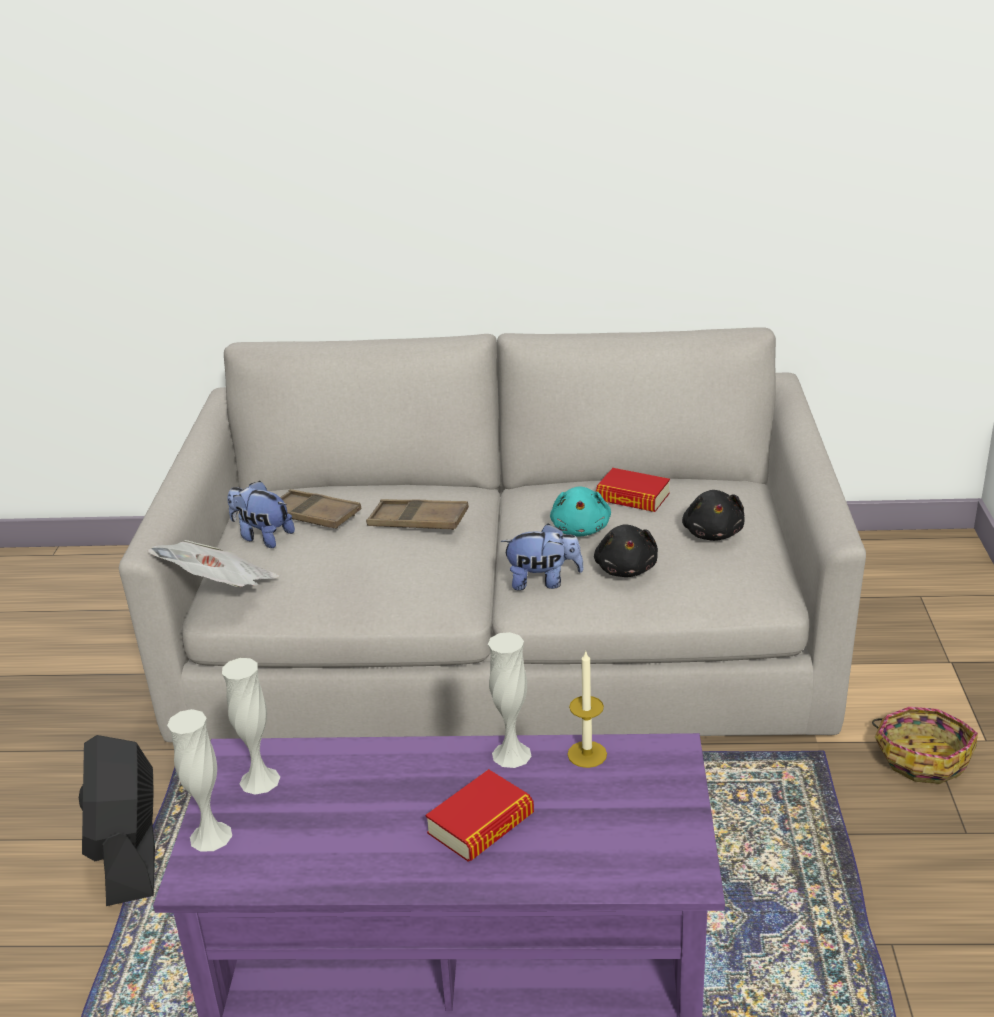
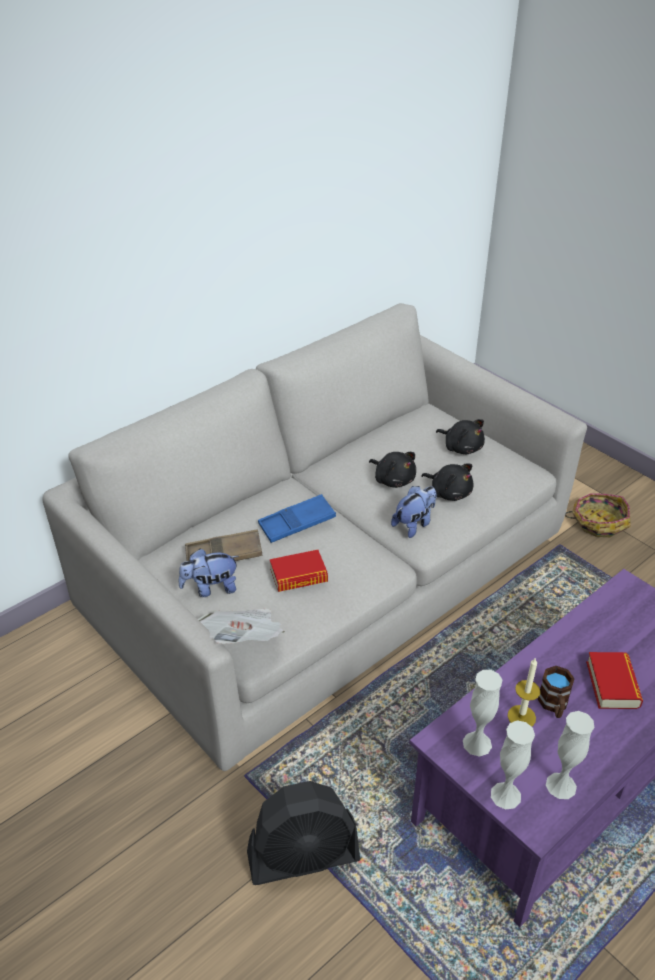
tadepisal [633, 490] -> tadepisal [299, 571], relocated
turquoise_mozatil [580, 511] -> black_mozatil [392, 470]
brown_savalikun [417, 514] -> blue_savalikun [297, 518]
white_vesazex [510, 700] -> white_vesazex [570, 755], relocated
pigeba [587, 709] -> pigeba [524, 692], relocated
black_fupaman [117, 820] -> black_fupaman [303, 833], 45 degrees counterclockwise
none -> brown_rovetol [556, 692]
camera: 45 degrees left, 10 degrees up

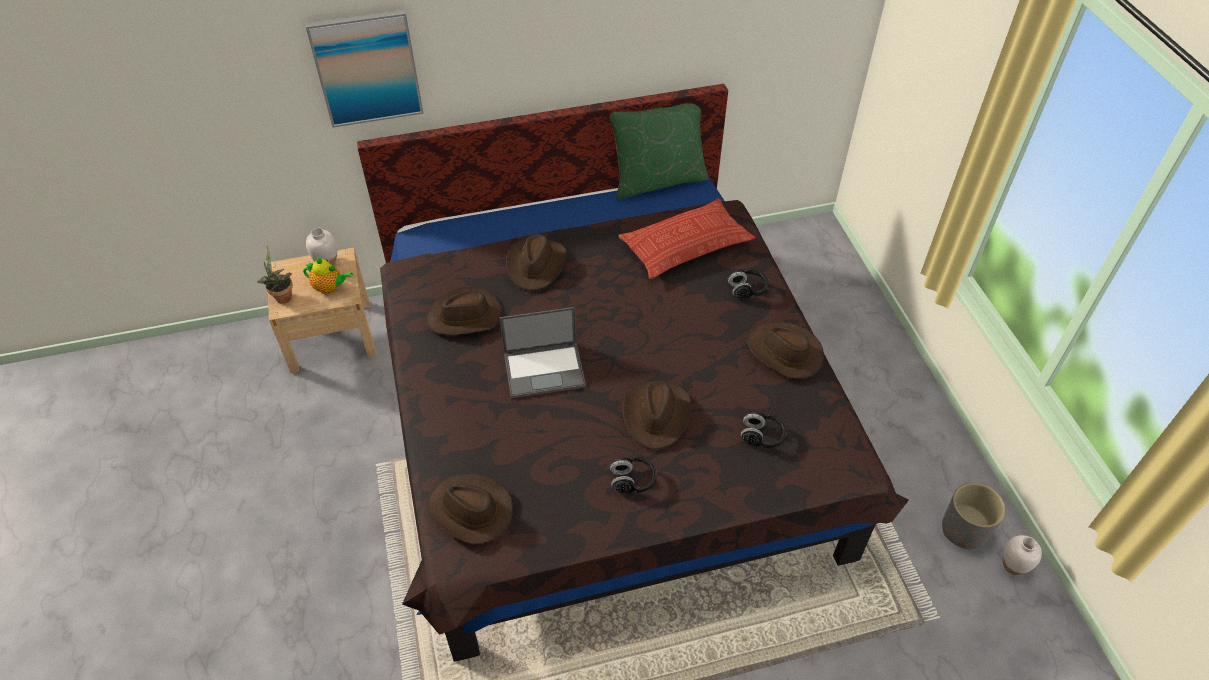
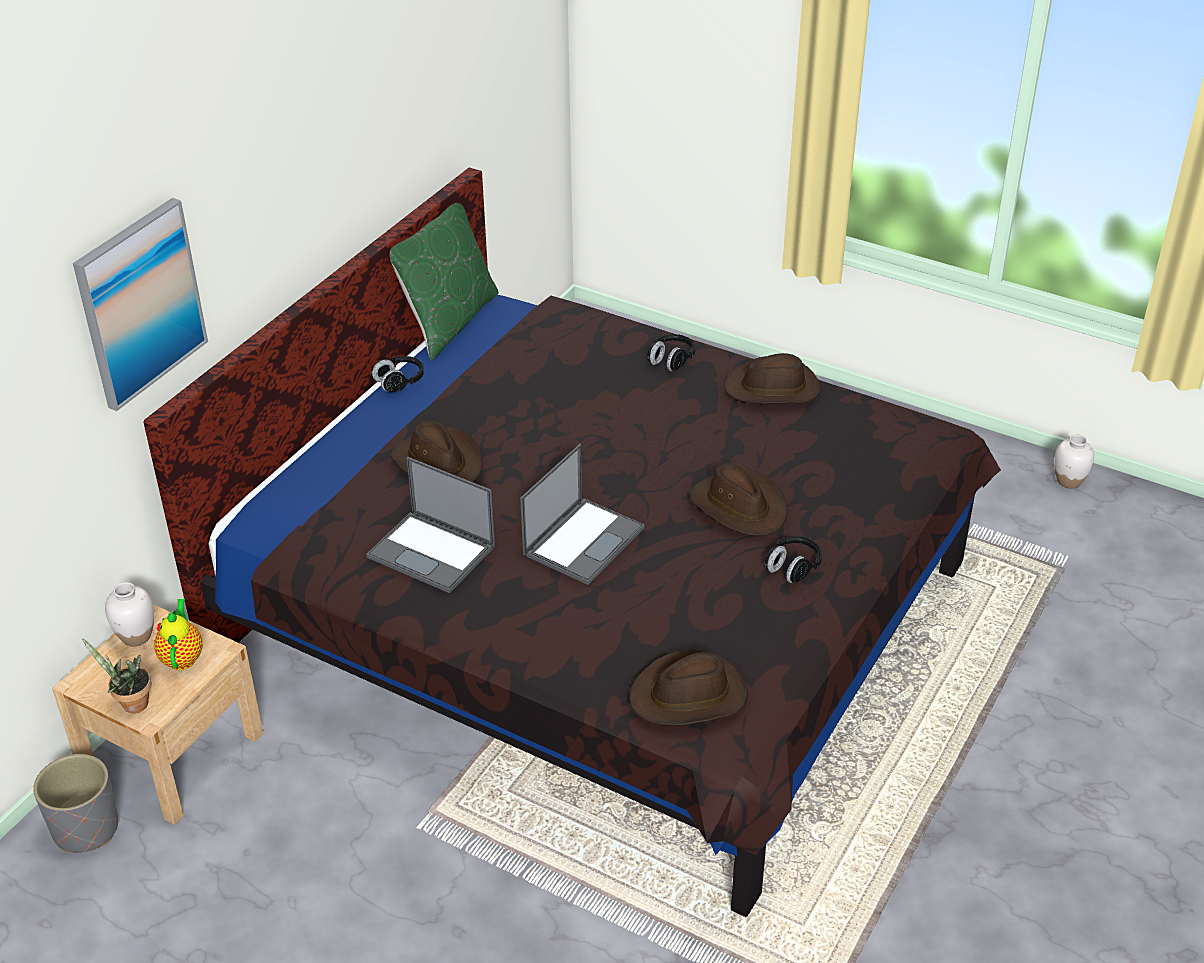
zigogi [686, 238] -> none
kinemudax [328, 276] -> kinemudax [178, 634], 60 degrees counterclockwise
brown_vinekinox [464, 311] -> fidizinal [430, 525]
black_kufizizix [764, 430] -> black_kufizizix [396, 374], relocated
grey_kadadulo [974, 516] -> grey_kadadulo [75, 803], relocated
camera: 45 degrees left, 10 degrees down

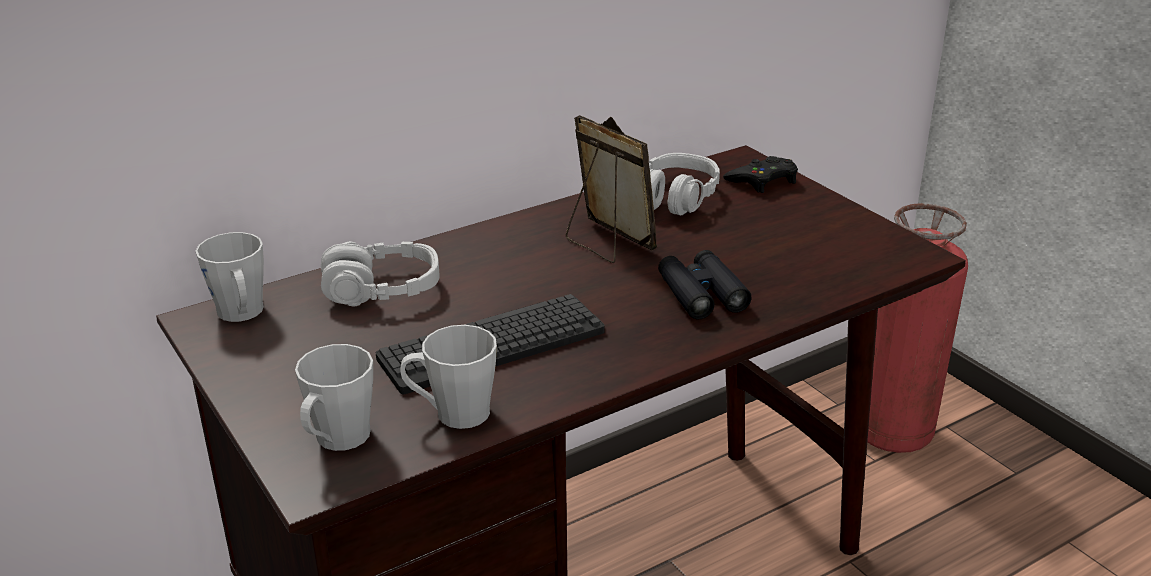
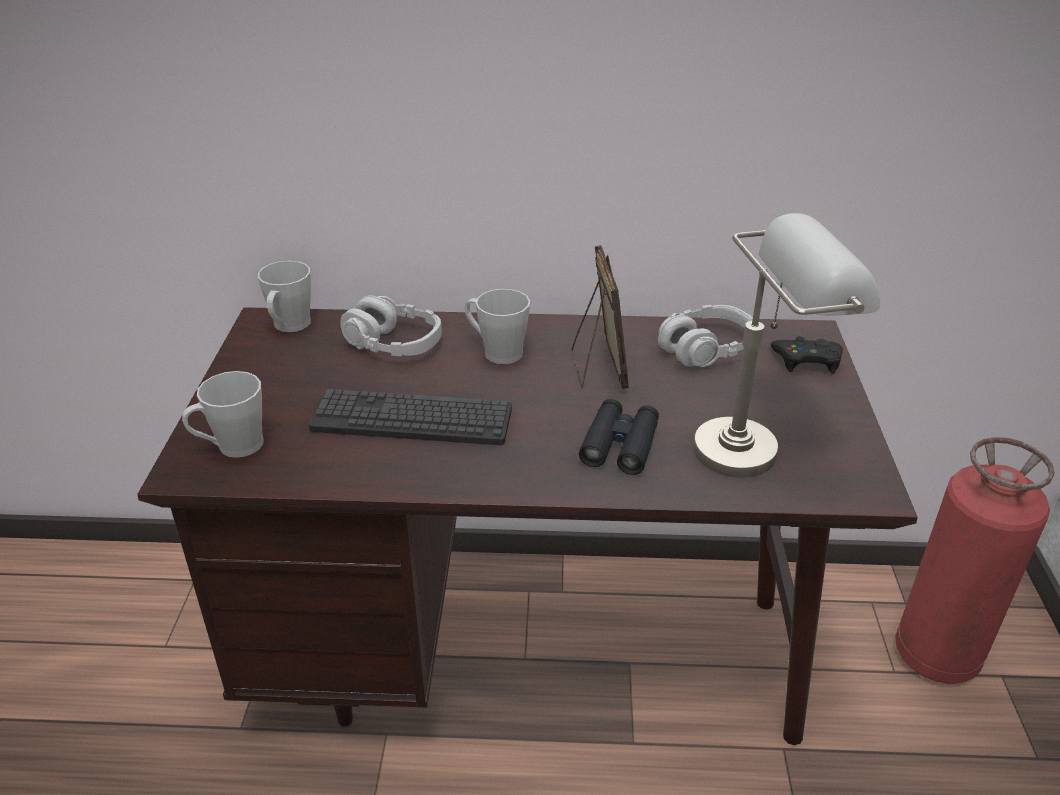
grey_rovetol [449, 377] -> grey_rovetol [497, 326], relocated
none -> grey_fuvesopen [786, 345]
camera: 35 degrees right, 5 degrees up

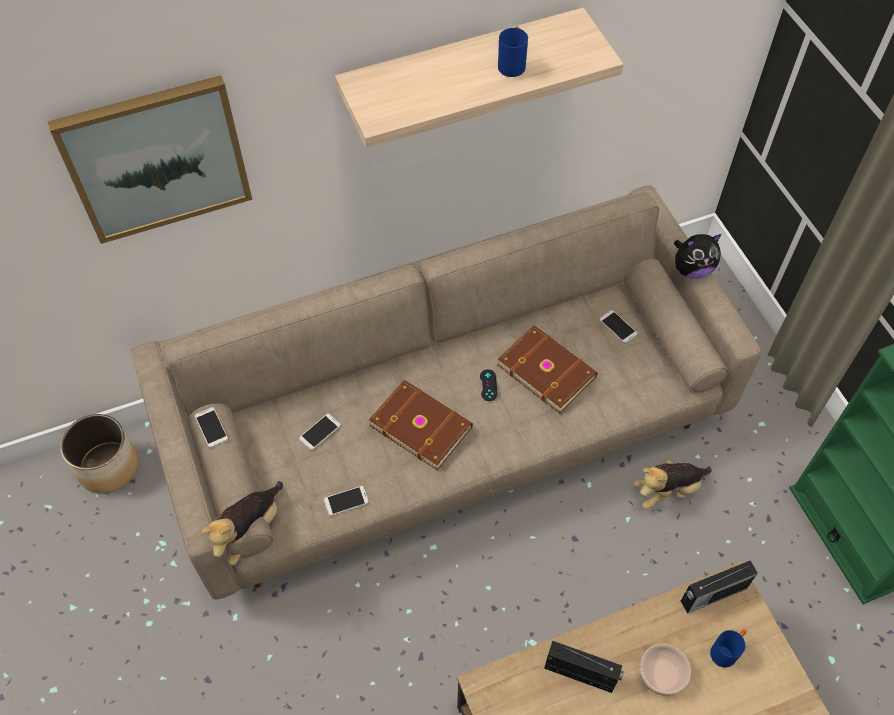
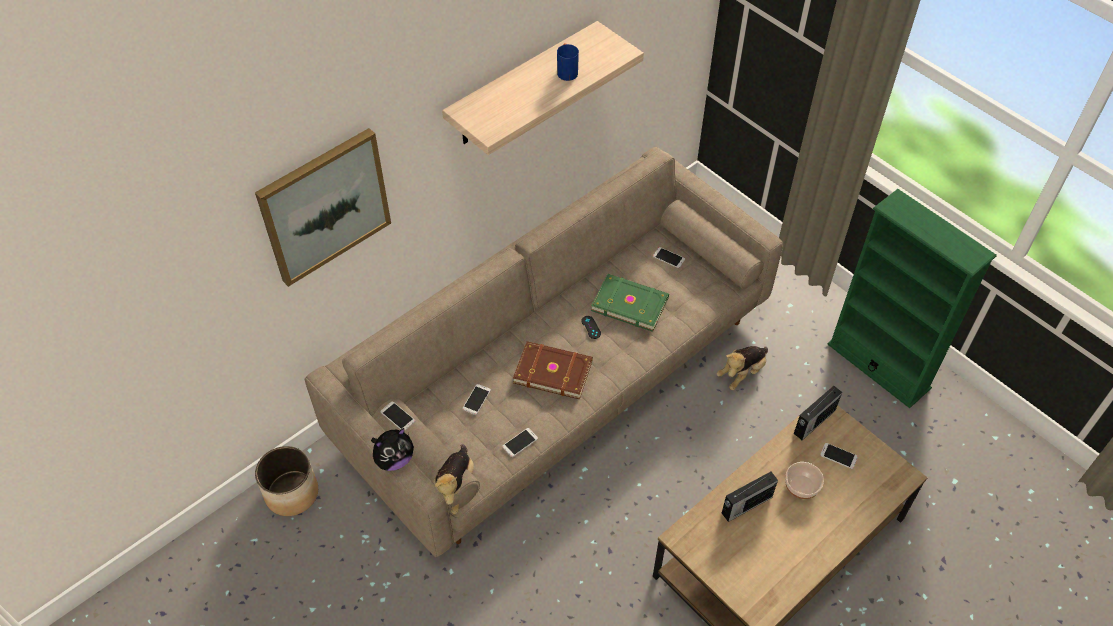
mozatil [697, 256] -> mozatil [392, 449], relocated
brown_tadepisal [547, 369] -> green_tadepisal [630, 303]
blue_rovetol [728, 648] -> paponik [839, 456]
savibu [584, 667] -> savibu [750, 497], 150 degrees clockwise
camera: 20 degrees left, 5 degrees down

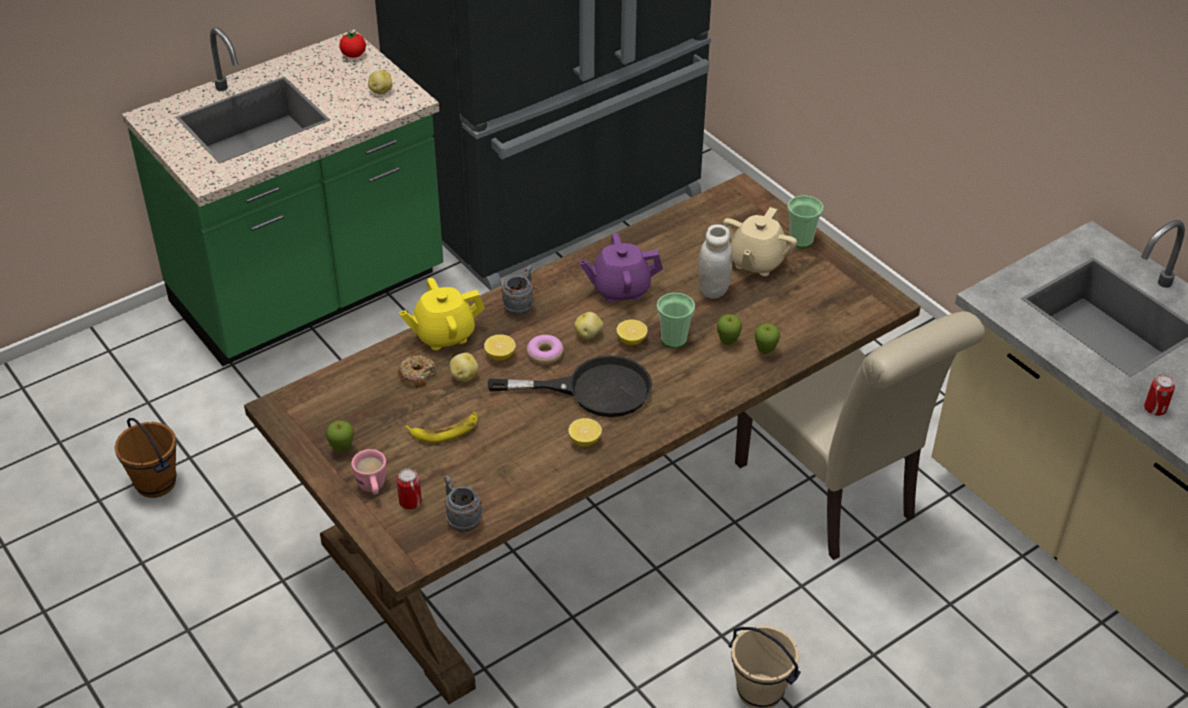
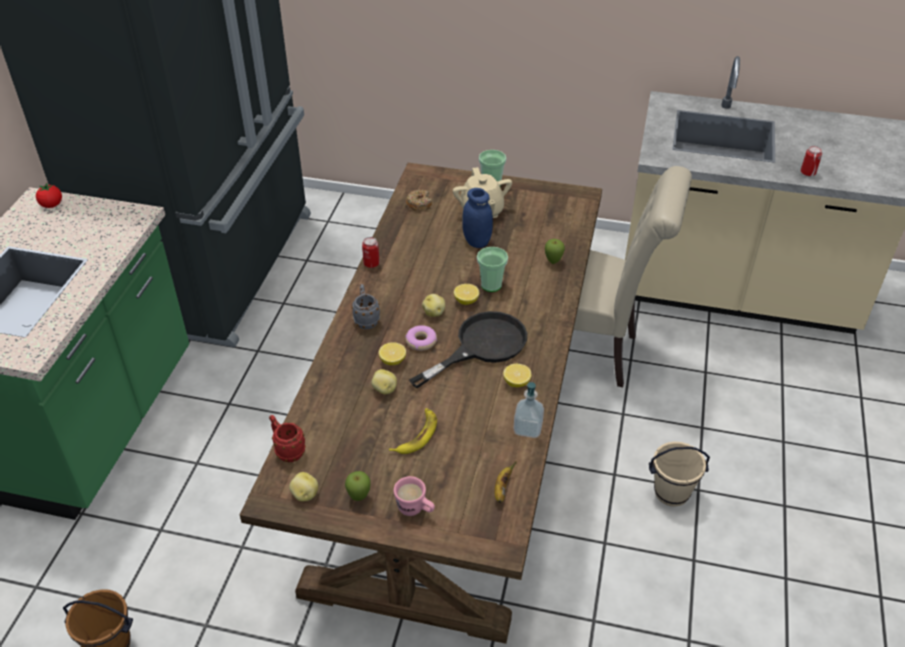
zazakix [380, 82] -> zazakix [303, 486], relocated
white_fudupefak [715, 261] -> blue_fudupefak [477, 218]
purple_kinemudax [621, 268] -> none
yellow_kinemudax [442, 314] -> none
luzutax [729, 329] -> none
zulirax [417, 371] -> zulirax [419, 200], relocated
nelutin [409, 488] -> nelutin [371, 252], relocated
grey_rovetol [463, 504] -> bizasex [505, 482]
none -> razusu [528, 410]
none -> red_rovetol [287, 438]
camera: 40 degrees left, 0 degrees up

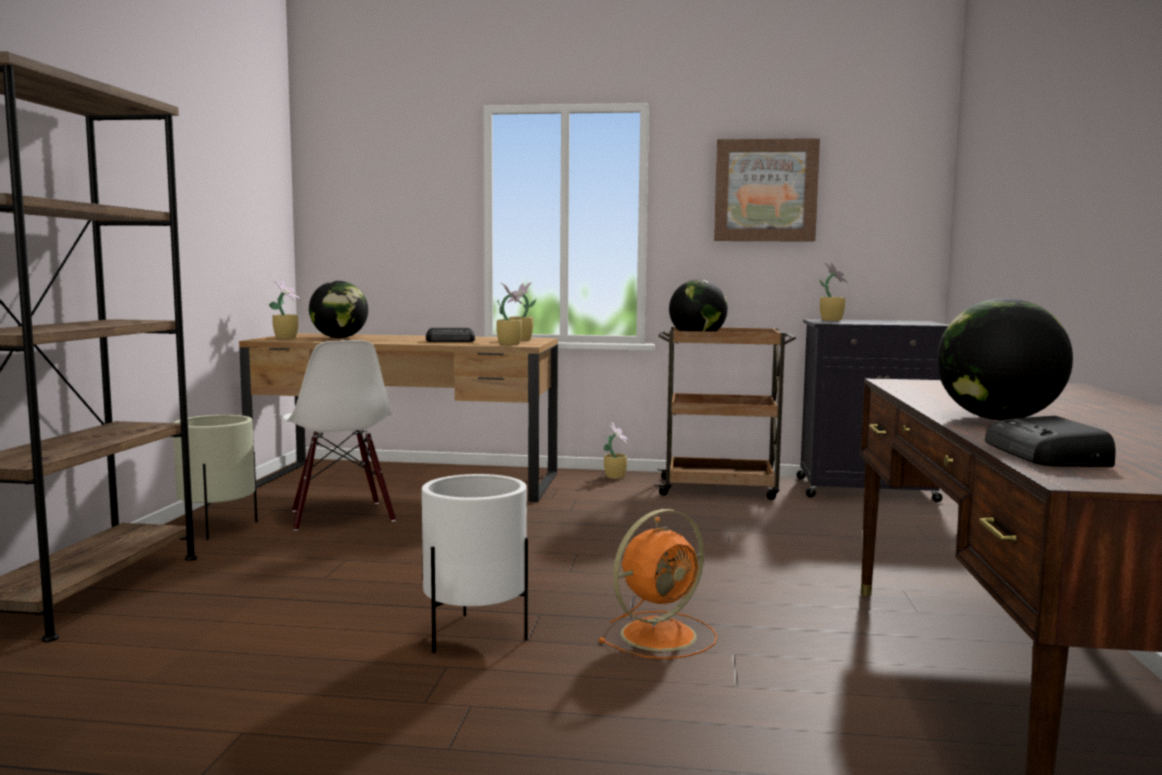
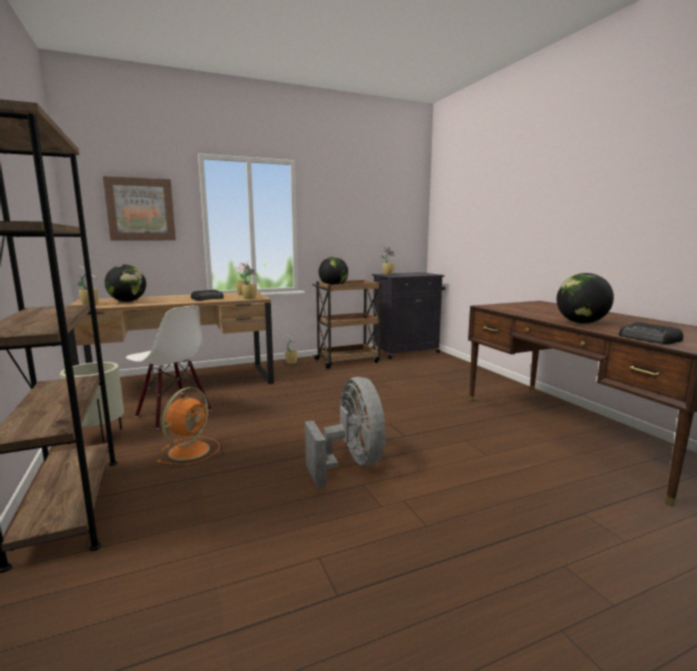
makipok [767, 190] -> makipok [139, 208], relocated
white_kadadulo [475, 563] -> grey_fupaman [345, 432]
orange_fupaman [657, 584] -> orange_fupaman [188, 426], relocated
camera: 30 degrees left, 5 degrees up

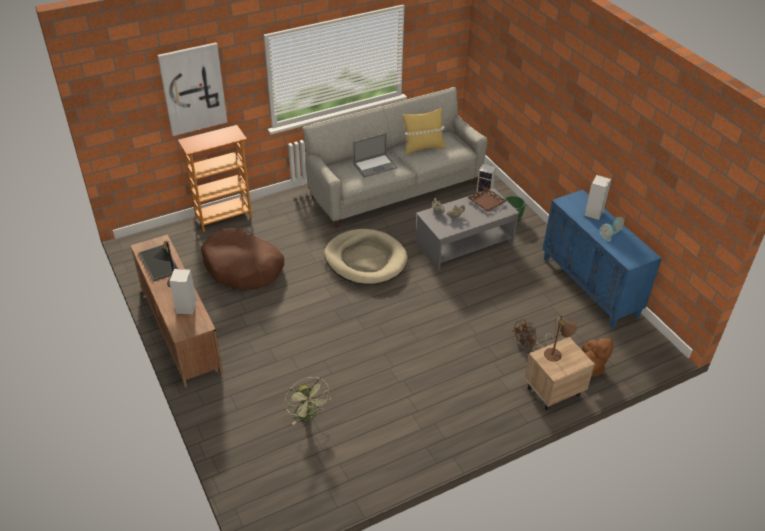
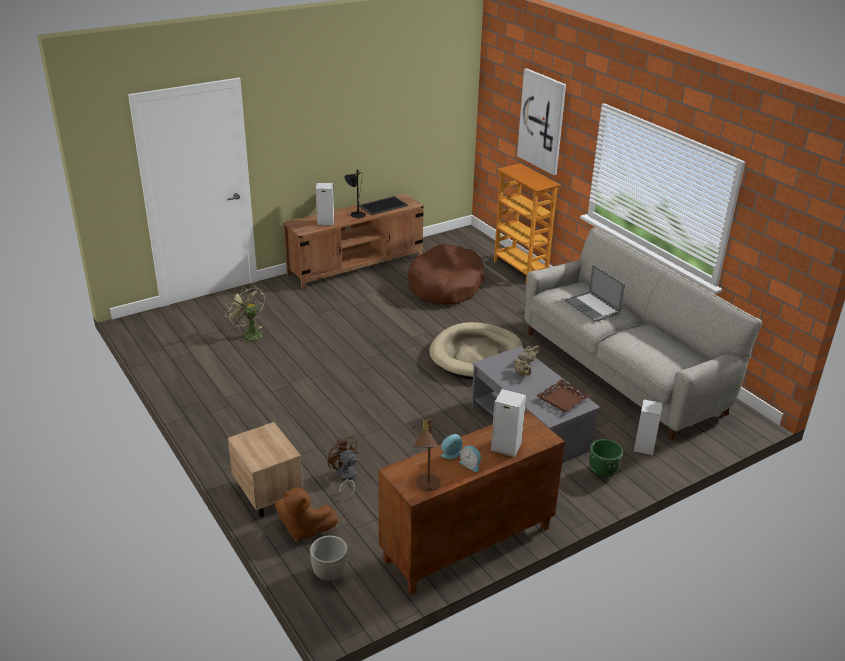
yellow_zigogi [424, 131] -> none
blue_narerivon [602, 259] -> brown_narerivon [471, 502]
brown_fuvesopen [560, 338] -> brown_fuvesopen [427, 454], relocated
green_fupaman [308, 401] -> green_fupaman [245, 314], 75 degrees clockwise
none -> grey_kadadulo [329, 558]
camera: 85 degrees right, 10 degrees down

